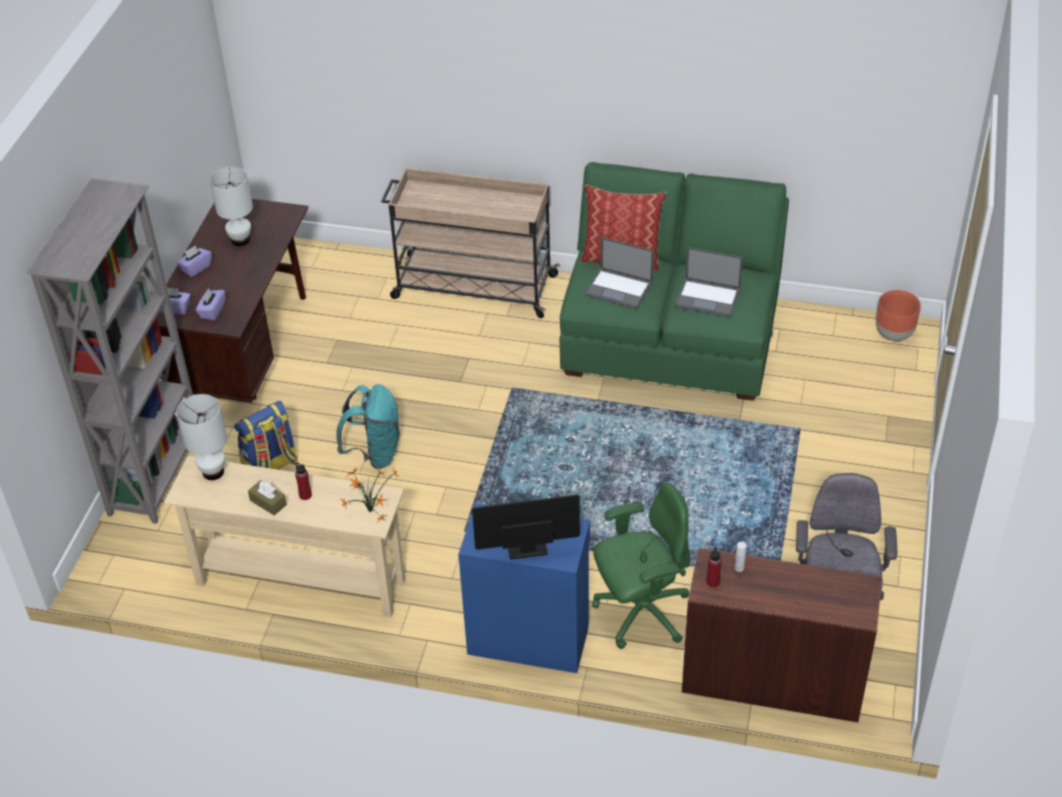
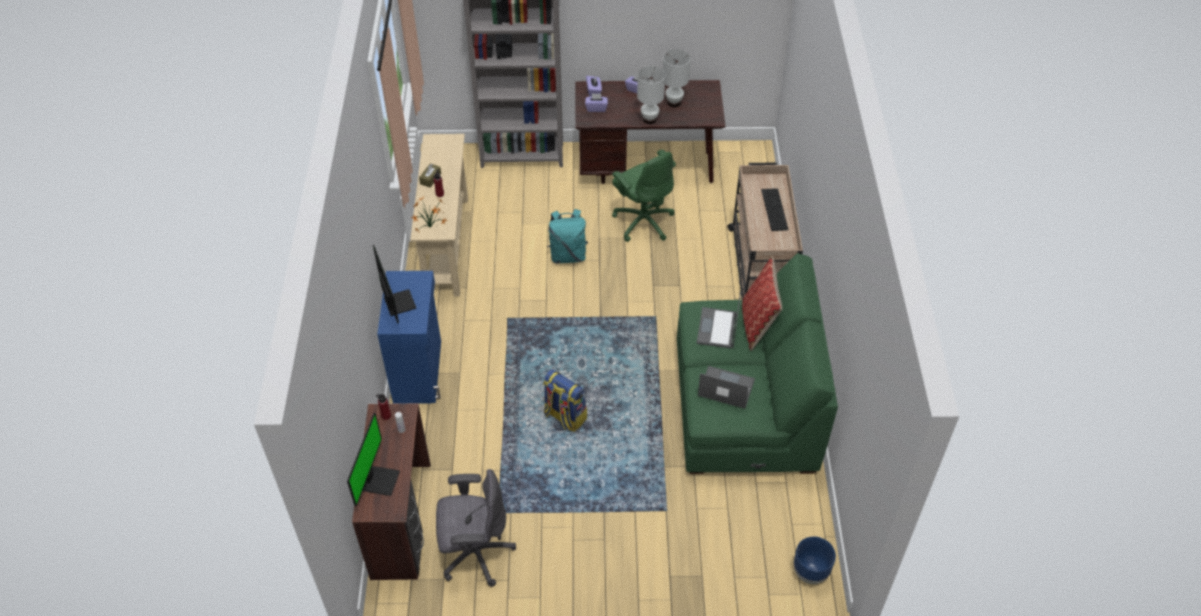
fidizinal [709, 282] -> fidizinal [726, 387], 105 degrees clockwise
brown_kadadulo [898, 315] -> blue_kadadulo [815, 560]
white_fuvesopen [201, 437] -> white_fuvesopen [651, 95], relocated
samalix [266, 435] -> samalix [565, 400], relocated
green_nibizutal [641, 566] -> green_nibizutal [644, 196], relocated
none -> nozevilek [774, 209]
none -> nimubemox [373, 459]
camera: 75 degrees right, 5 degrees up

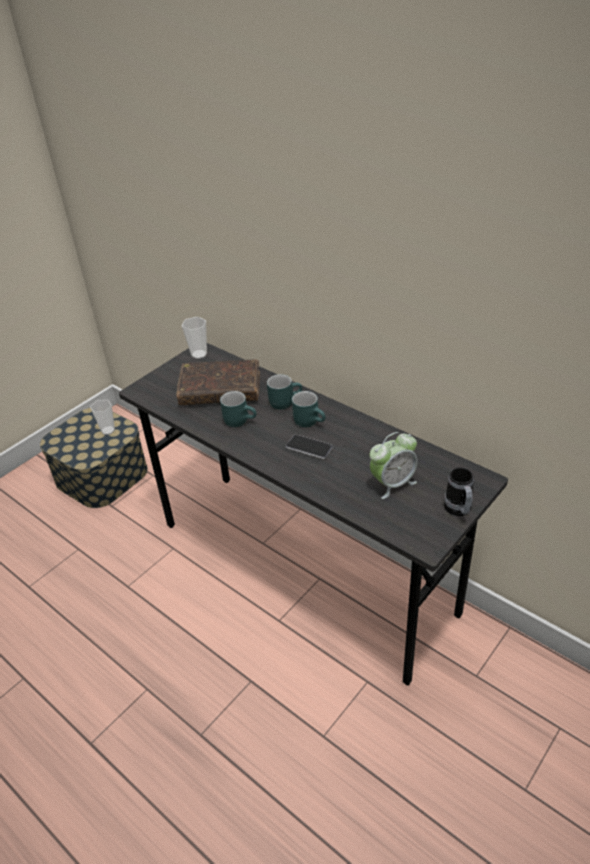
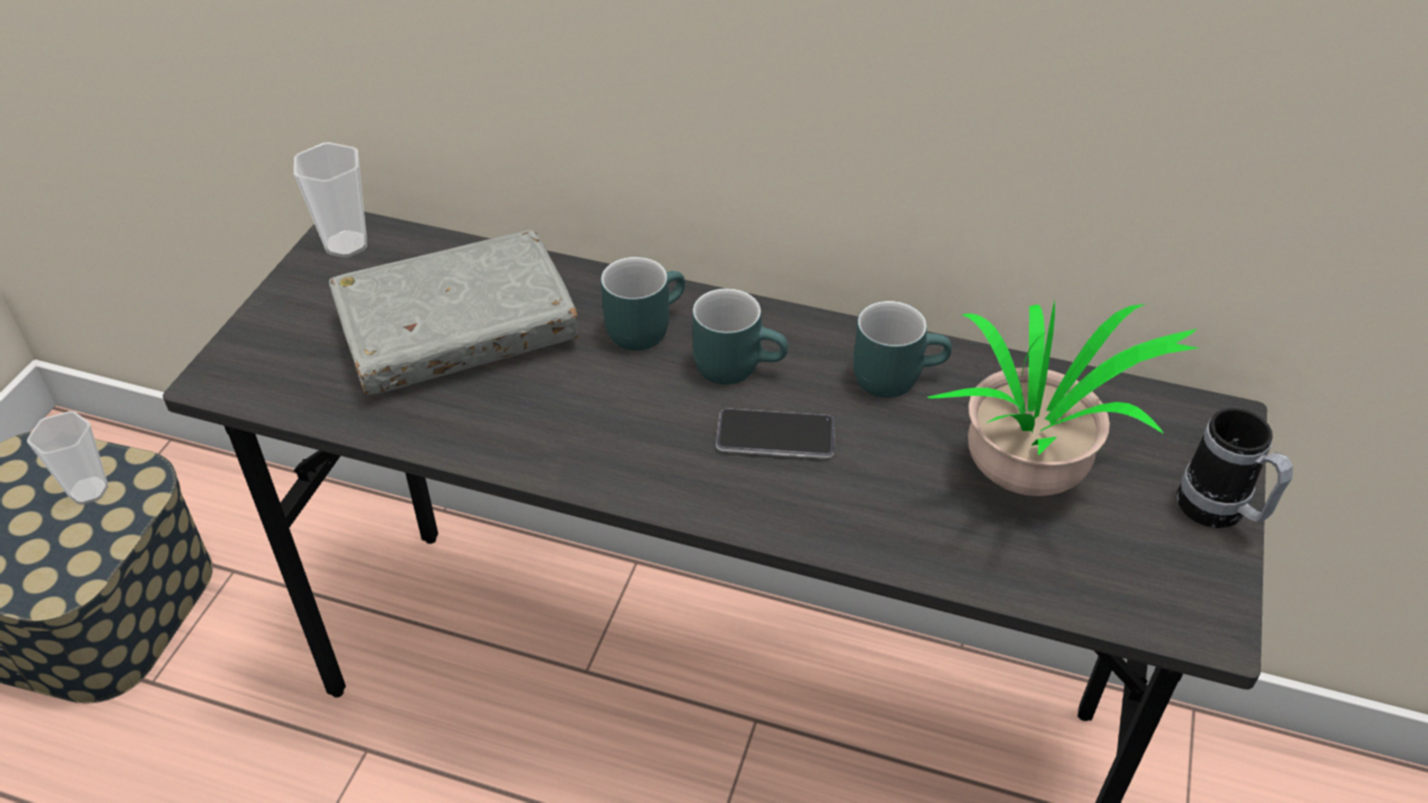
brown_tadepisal [218, 382] -> grey_tadepisal [454, 312]
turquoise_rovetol [238, 409] -> turquoise_rovetol [902, 349], relocated
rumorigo [394, 465] -> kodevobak [1062, 397]
camera: 25 degrees left, 5 degrees up

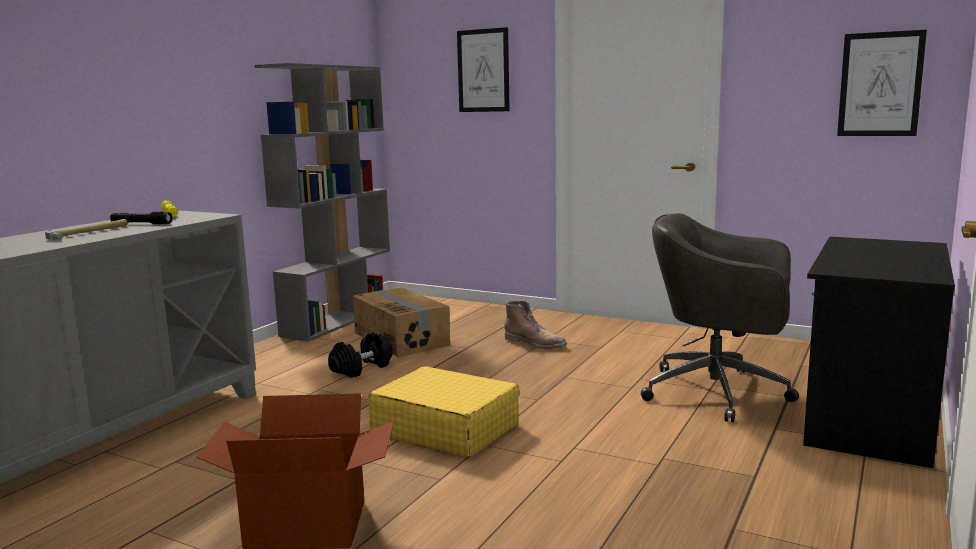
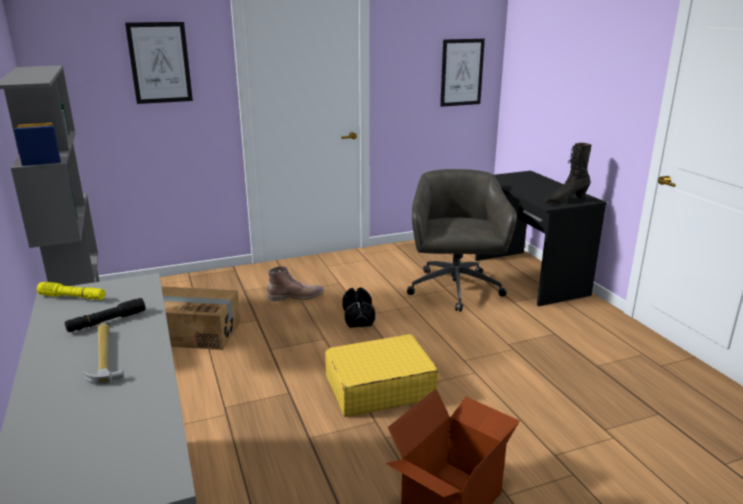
grey_nibizutal [720, 317] -> grey_nibizutal [462, 240], 120 degrees clockwise
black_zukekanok [360, 355] -> black_zukekanok [358, 307], relocated
none -> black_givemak [568, 173]
camera: 50 degrees left, 10 degrees up

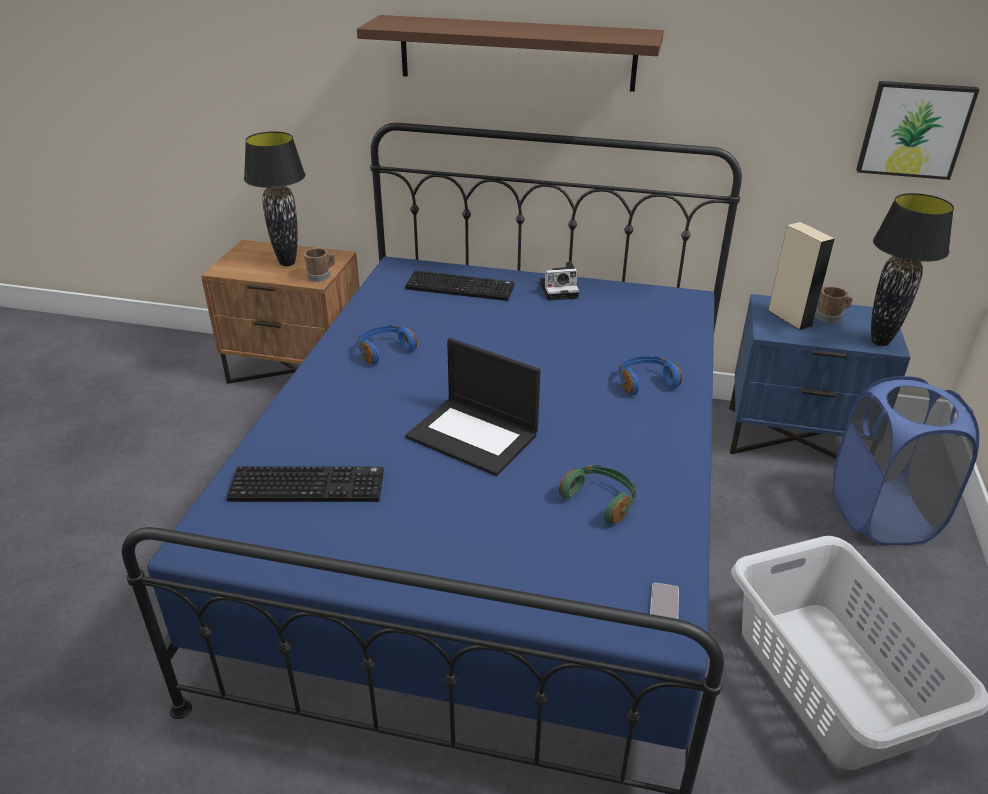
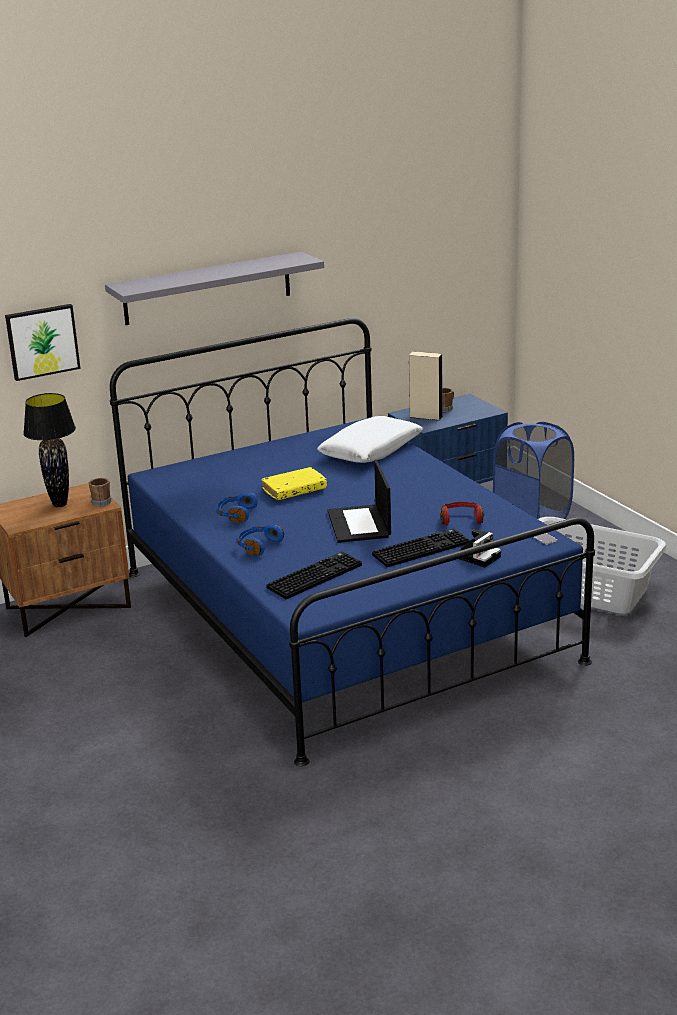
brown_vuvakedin [510, 53] -> grey_vuvakedin [214, 288]
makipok [917, 130] -> makipok [43, 342], relocated
black_fuvesopen [912, 269] -> none
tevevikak [559, 281] -> tevevikak [480, 548], relocated
nozevilek [460, 285] -> nozevilek [421, 547], relocated
fidizinal [473, 407] -> fidizinal [359, 501], 90 degrees clockwise
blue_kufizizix [650, 375] -> blue_kufizizix [260, 540], relocated
green_kufizizix [597, 494] -> red_kufizizix [462, 513]
none -> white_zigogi [370, 439]
none -> yellow_tadepisal [294, 483]
camera: 40 degrees left, 10 degrees down

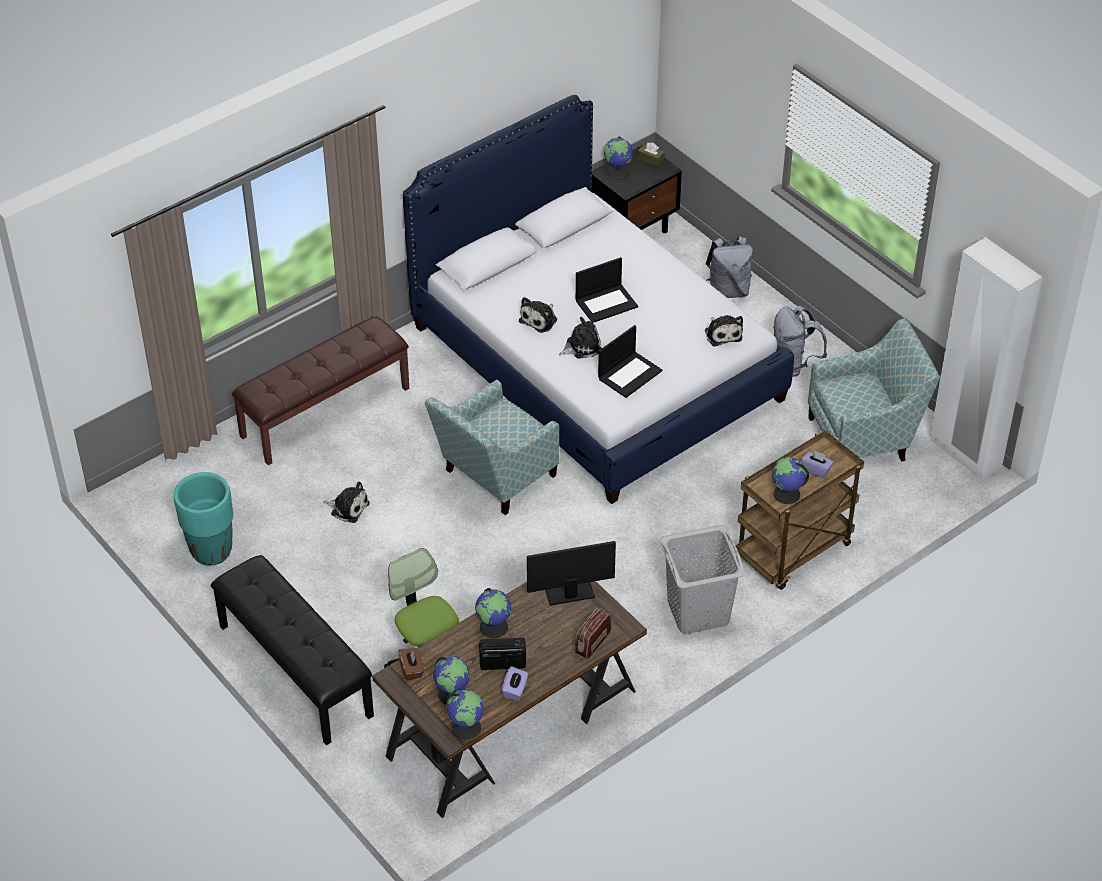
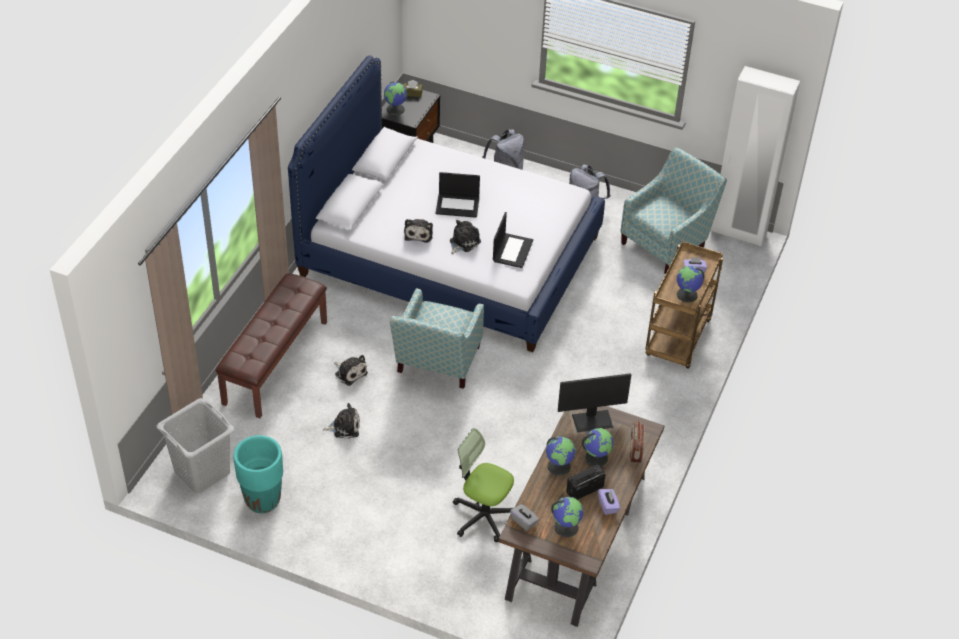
fidizinal [607, 290] -> fidizinal [458, 195], 60 degrees clockwise
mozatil [724, 331] -> mozatil [351, 370], relocated
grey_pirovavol [702, 579] -> grey_pirovavol [195, 445], relocated
nimubemox [571, 573] -> nimubemox [594, 403], 150 degrees counterclockwise
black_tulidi [292, 650] -> none
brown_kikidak [411, 664] -> grey_kikidak [524, 517]
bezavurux [464, 715] -> bezavurux [597, 447], relocated
camera: 30 degrees left, 0 degrees up

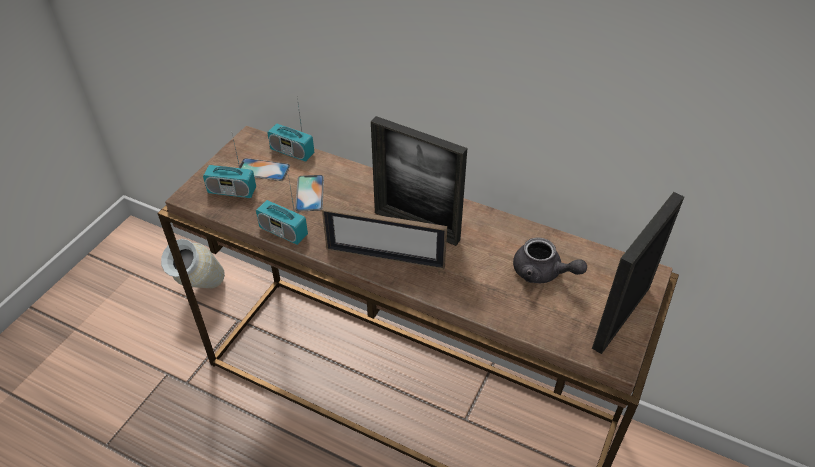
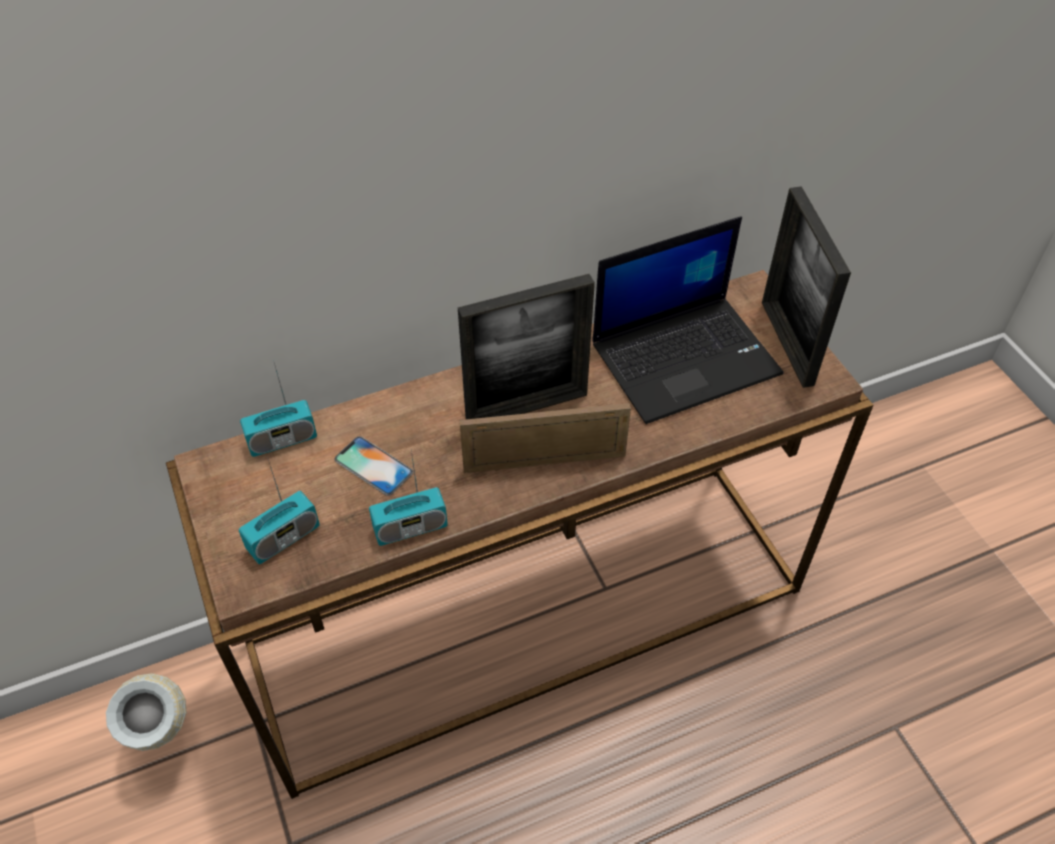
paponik [265, 169] -> none
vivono [384, 238] -> vivono [545, 438], 150 degrees counterclockwise
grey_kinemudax [550, 260] -> fidizinal [687, 320]
camera: 50 degrees left, 5 degrees up

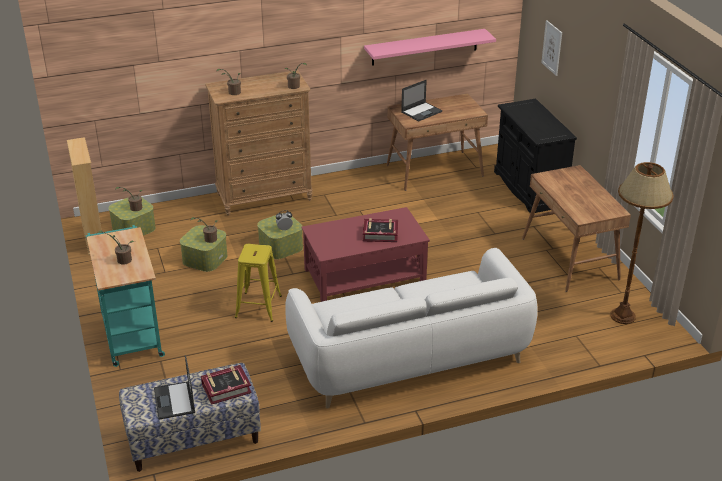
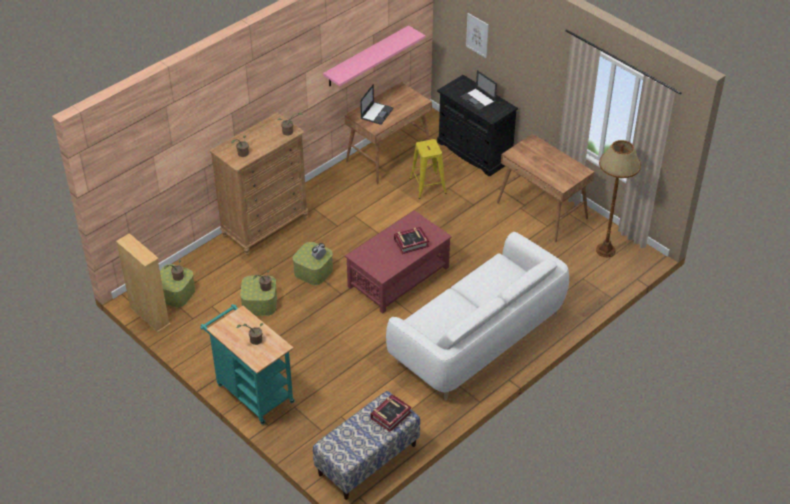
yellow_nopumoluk [258, 283] -> yellow_nopumoluk [428, 169], relocated
fidizinal [174, 387] -> fidizinal [478, 90], relocated
camera: 25 degrees left, 10 degrees up

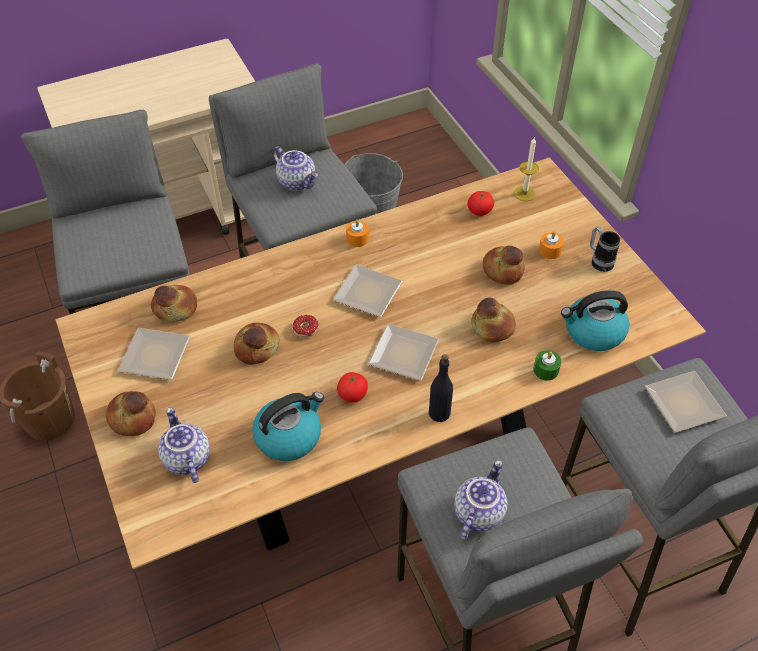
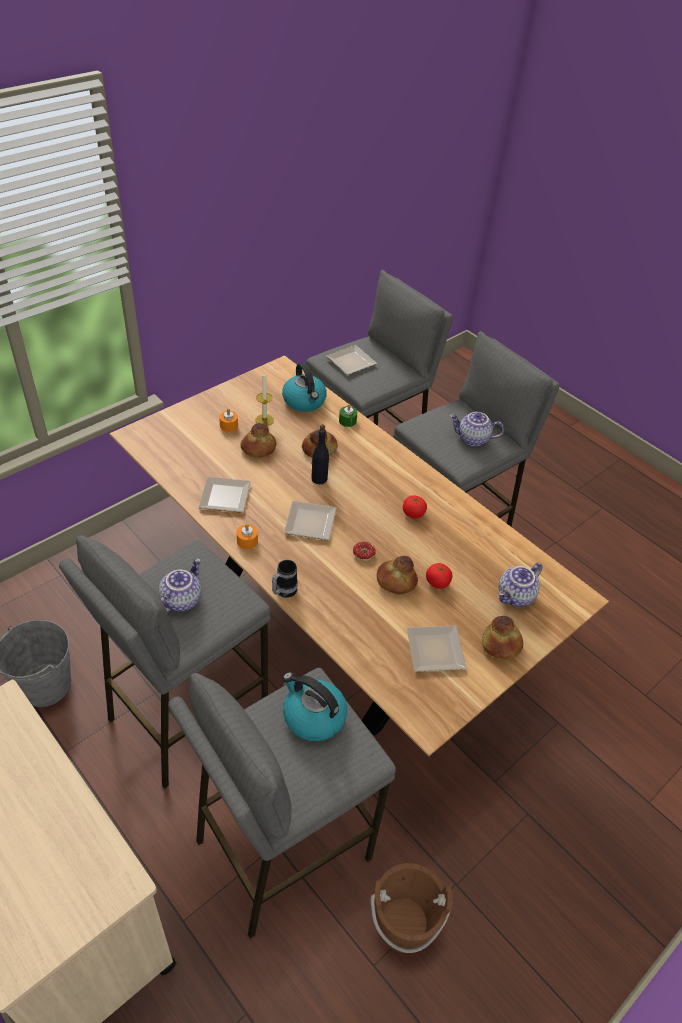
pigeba [526, 169] -> pigeba [264, 399], relocated
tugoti [480, 203] -> tugoti [439, 576], relocated
rovetol [605, 249] -> rovetol [285, 579], relocated
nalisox [174, 303] -> none
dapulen [403, 352] -> dapulen [224, 495], relocated
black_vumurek [441, 388] -> black_vumurek [320, 454], relocated
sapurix [288, 426] -> sapurix [315, 706], relocated
camera: 110 degrees left, 5 degrees down

